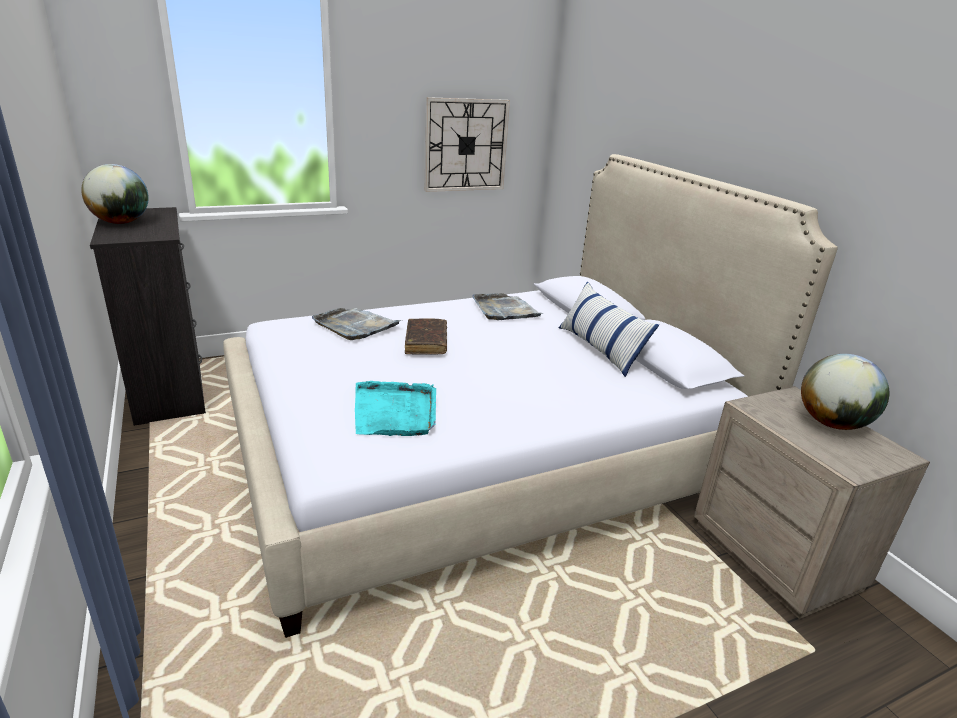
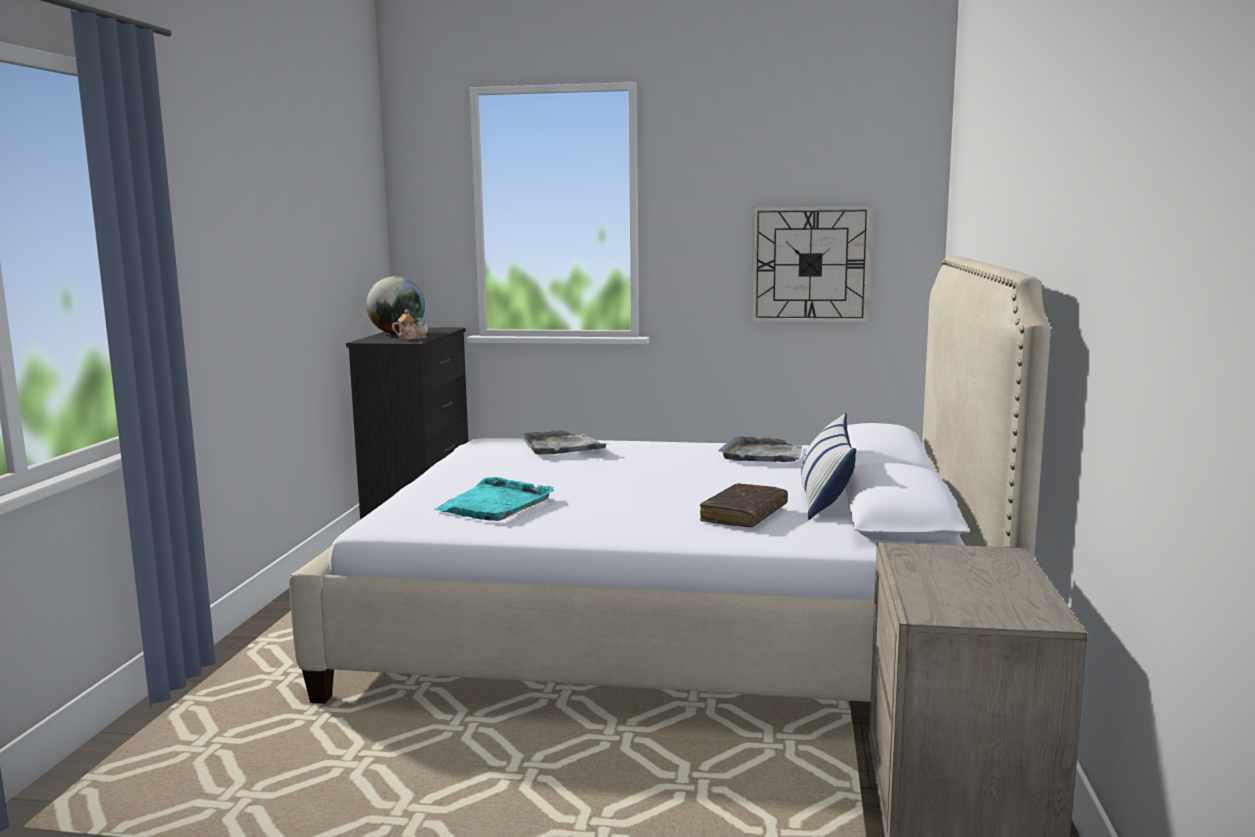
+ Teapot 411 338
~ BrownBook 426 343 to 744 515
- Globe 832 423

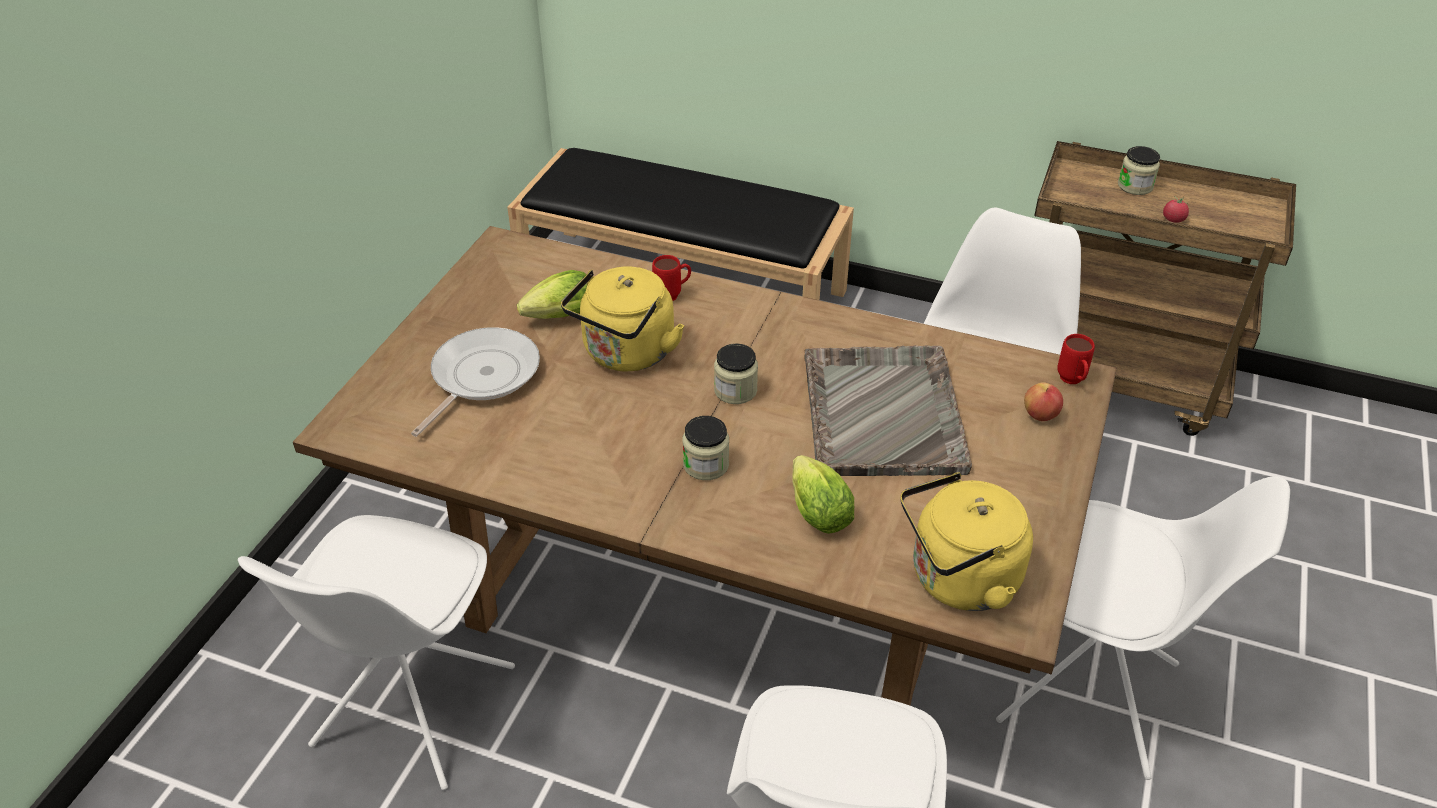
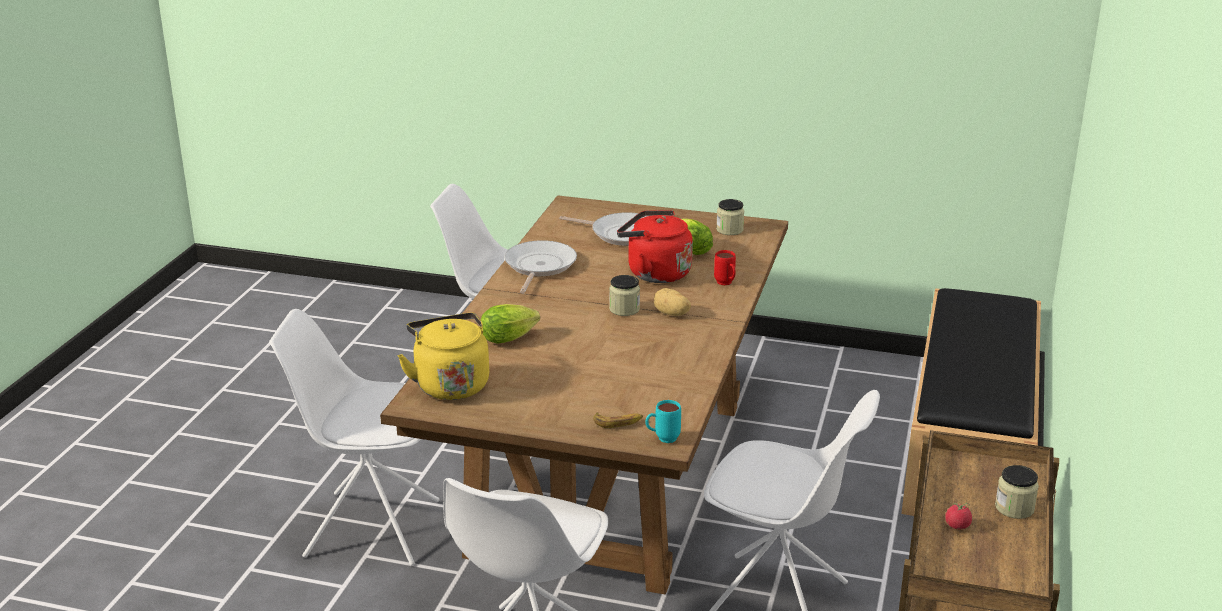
+ FryingPan 539 267
~ Apple 1040 415 to Banana 618 422
~ YellowKettle 626 354 to RedKettle 654 273
~ RedMug 1072 382 to TurquoiseMug 662 439
+ Potato 671 314
~ Jar 706 465 to 729 230
- GreyTray 882 412

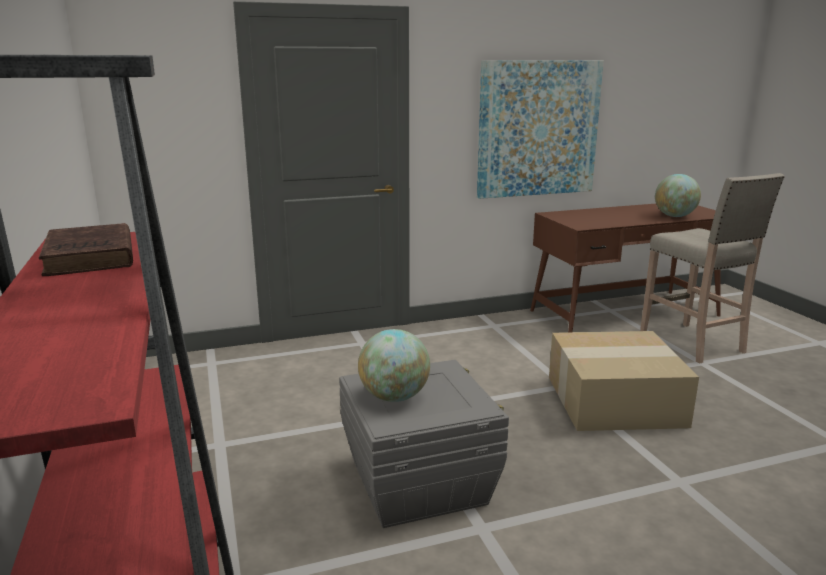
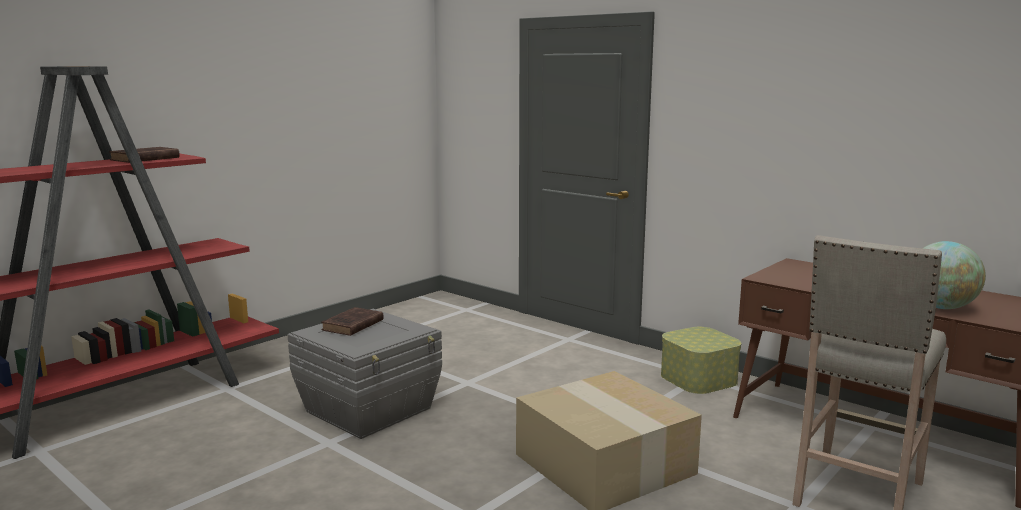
~ Globe 394 397 to BrownBook 352 325
+ StorageBox 698 378
- Picture 538 129

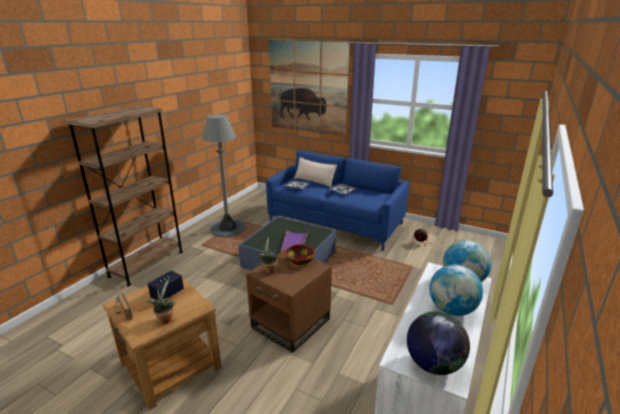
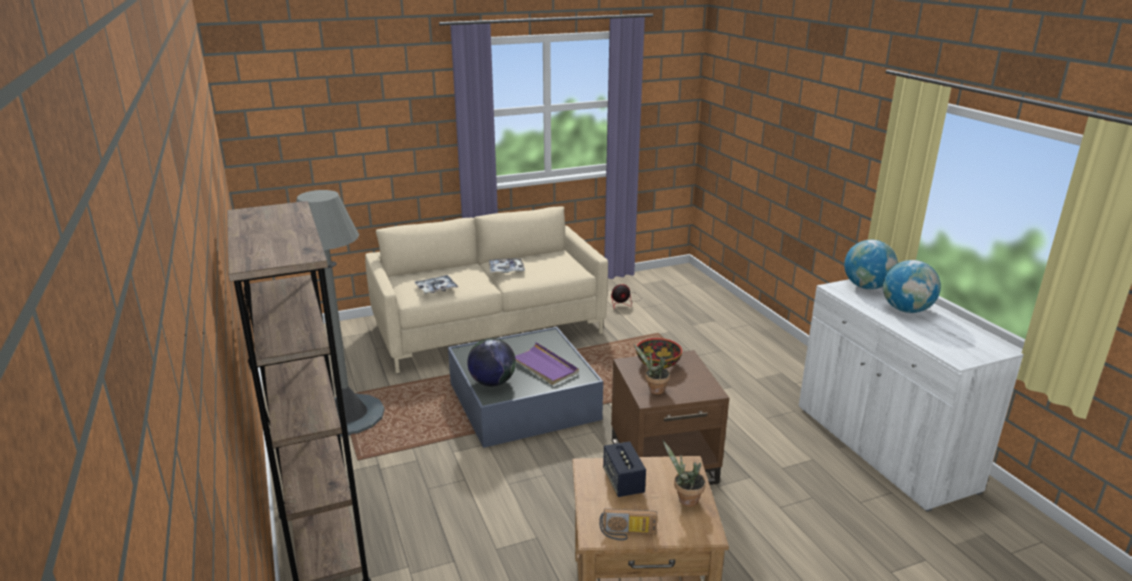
~ BlueSofa 336 223 to BeigeSofa 489 329
~ Globe 433 364 to 492 382
- Picture 307 87
- BeigePillow 314 181

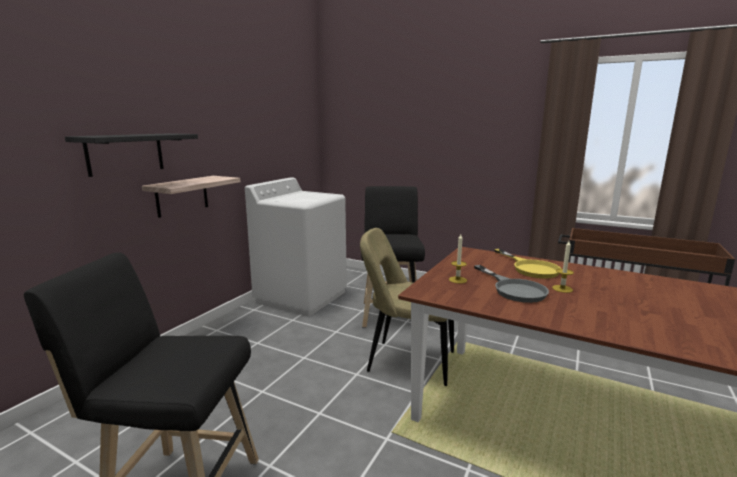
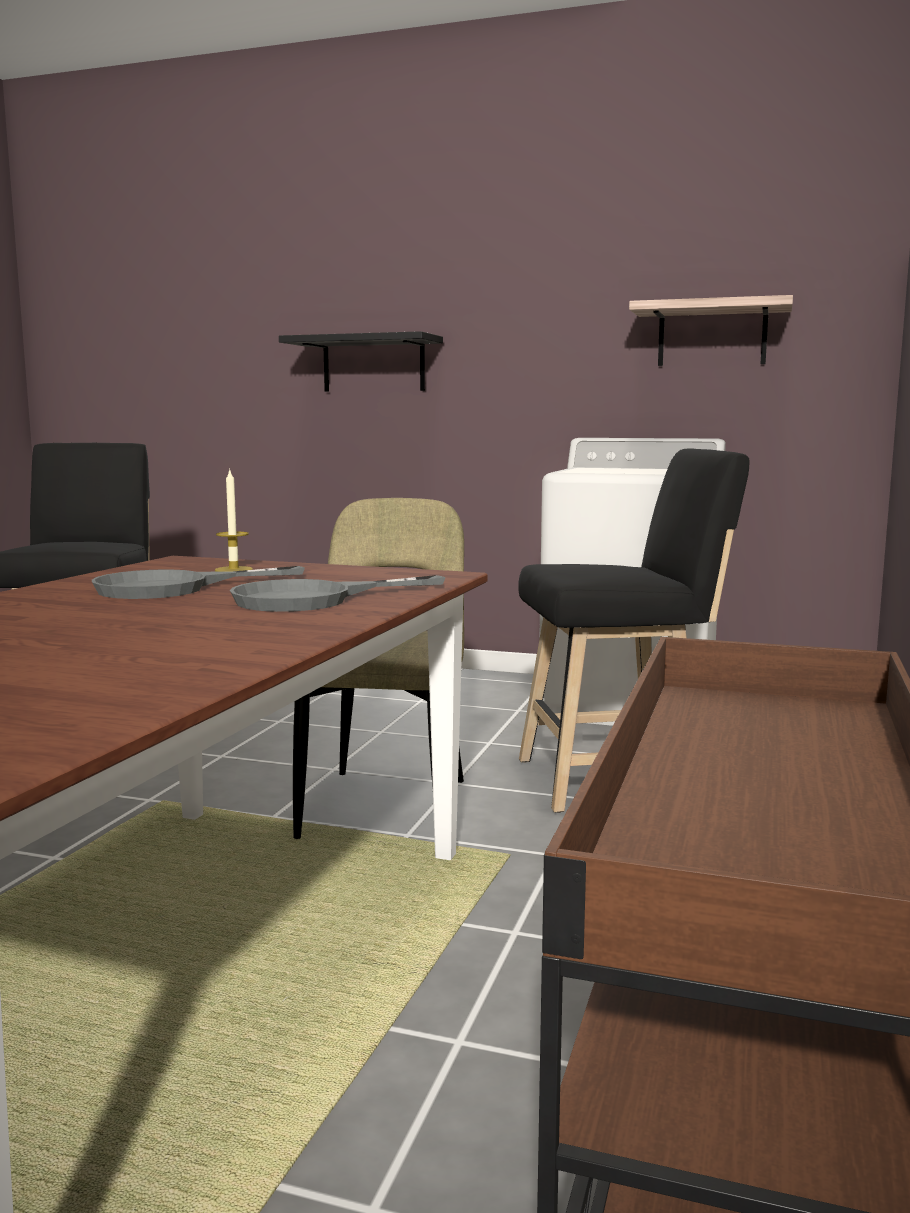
~ YellowFryingPan 530 268 to GreyFryingPan 313 599
~ Shelf 182 196 to 712 335
- Candle 562 289

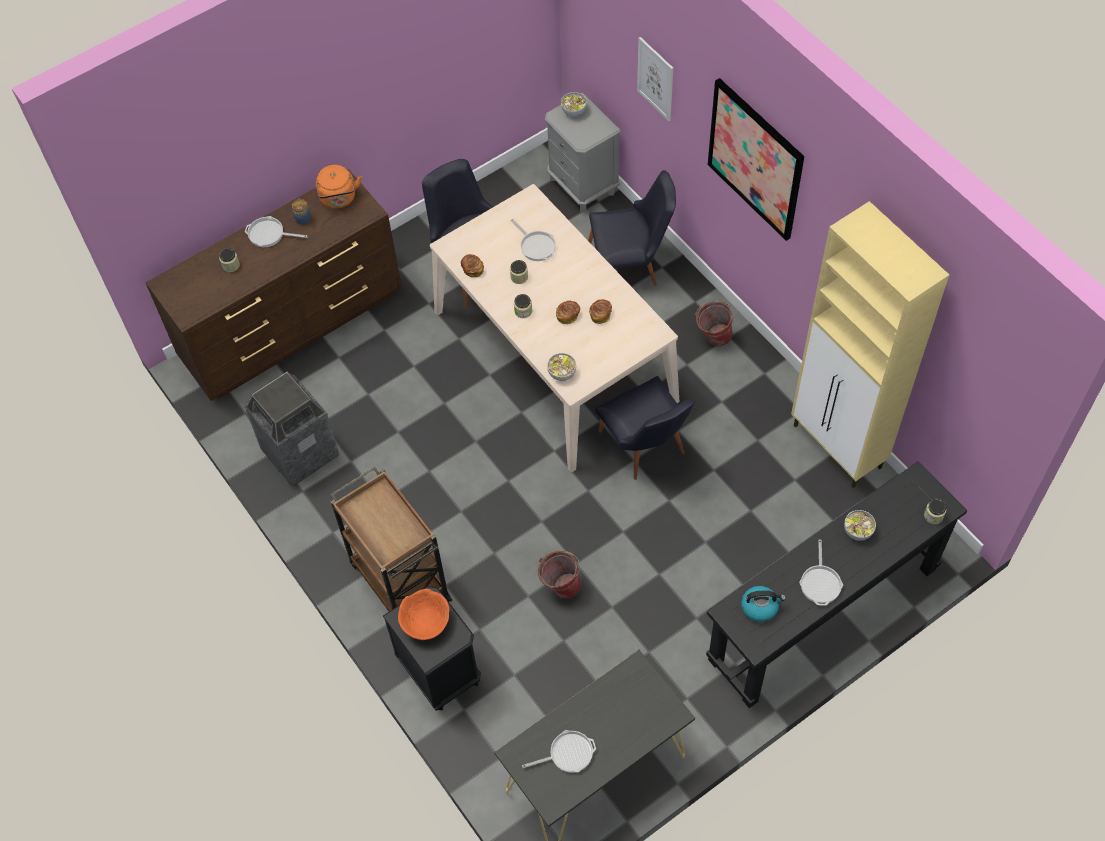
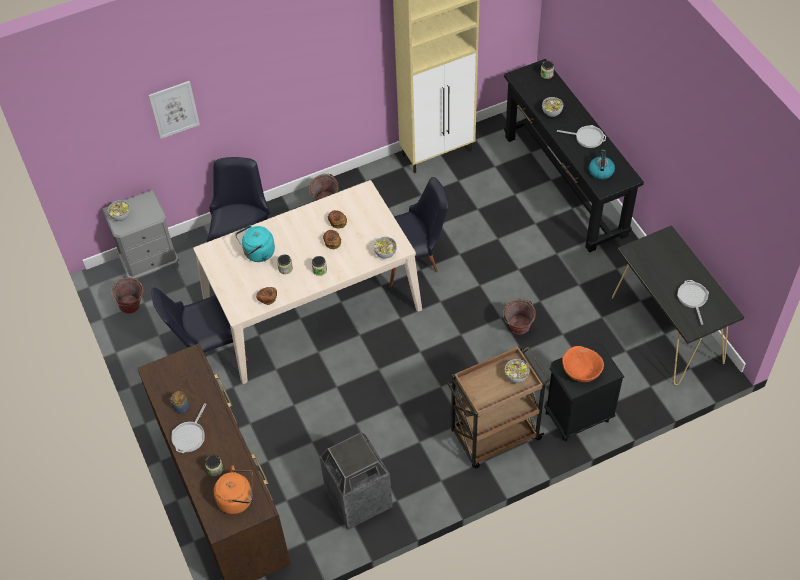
+ Bucket 133 309
~ OrangeKettle 339 199 to 238 499
~ FryingPan 536 245 to TurquoiseKettle 257 253
+ Bowl 516 376
- Picture 755 159

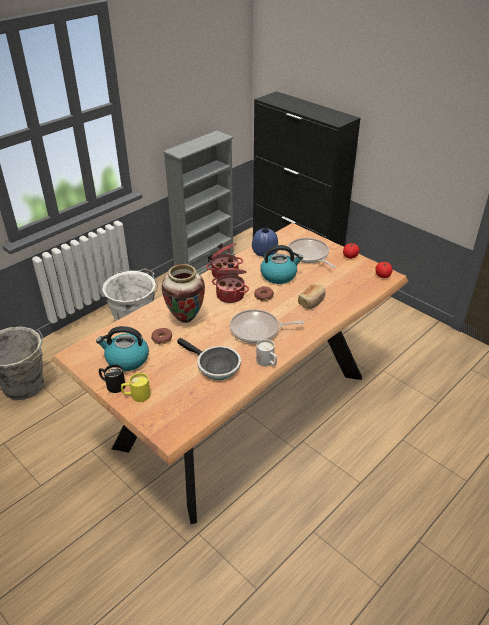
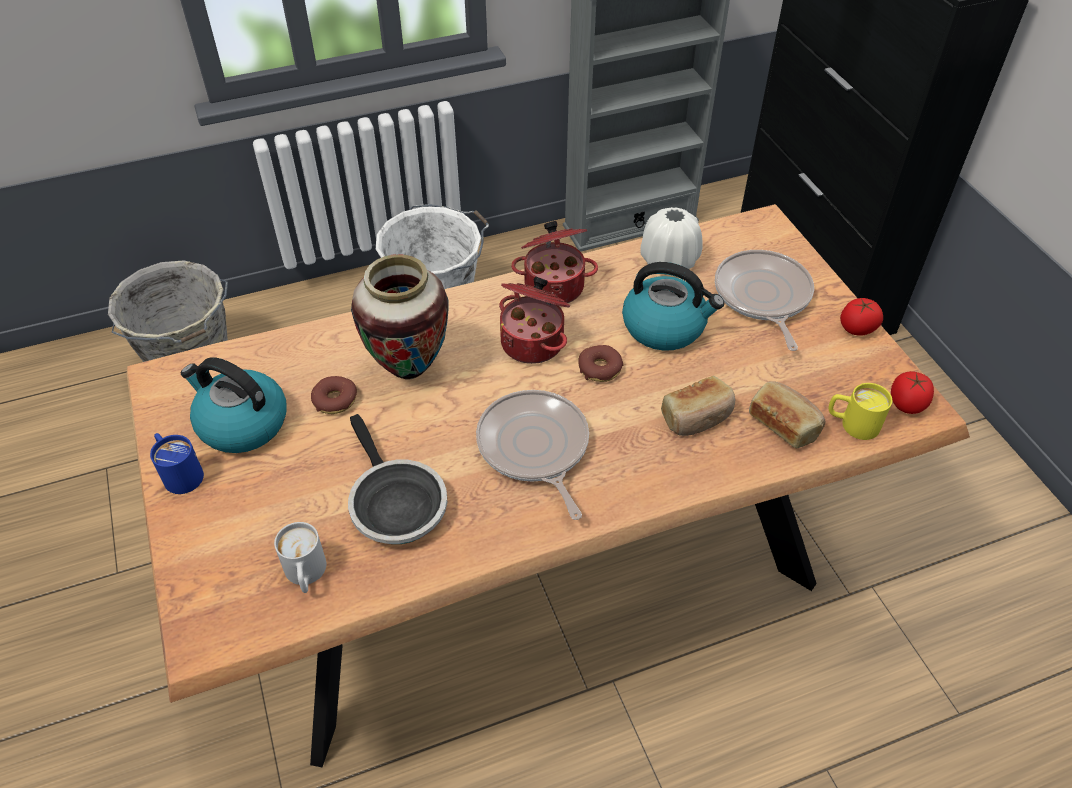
~ BlackMug 112 385 to BlueMug 179 472
~ WhiteMug 267 362 to 306 575
~ FryingPan 257 330 = 534 448 45 degrees clockwise
~ BlueVase 264 252 to WhiteVase 668 261
+ Bread 784 423
~ YellowMug 136 395 to 851 424

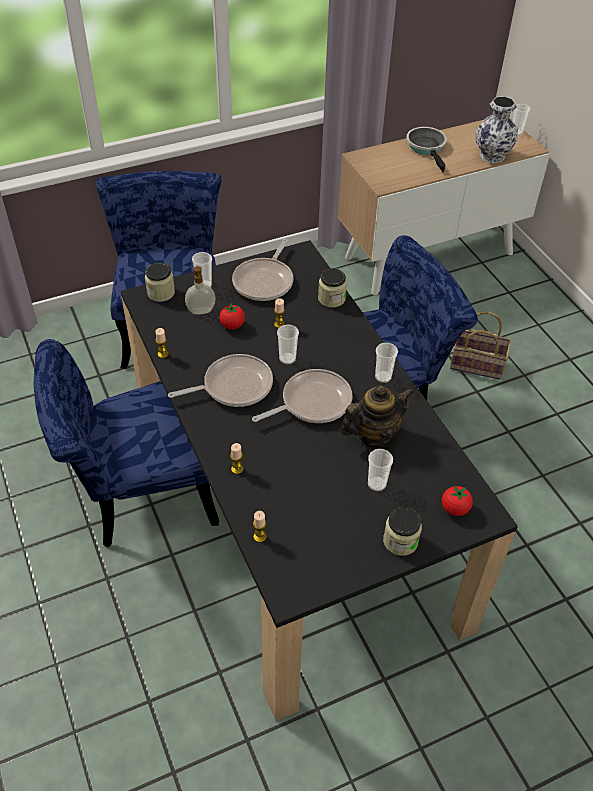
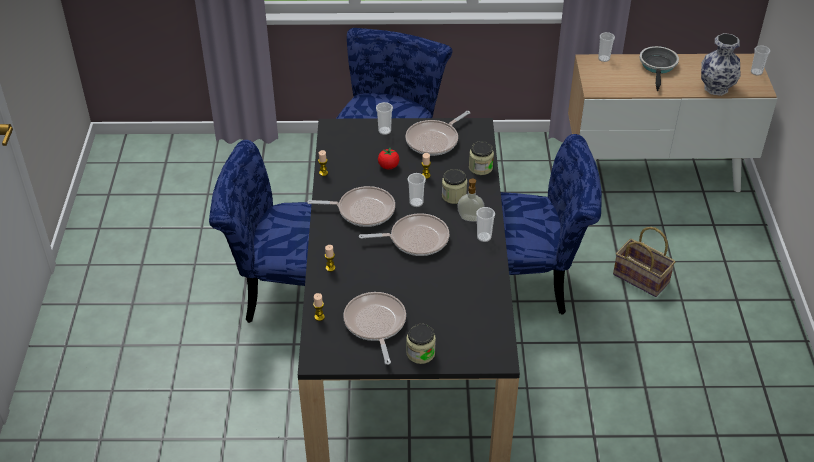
+ FryingPan 375 324
~ Jar 161 293 to 454 196
~ SoapDispenser 201 311 to 470 219
~ Cup 376 484 to 604 58
- Teapot 373 434
- Tomato 455 508

